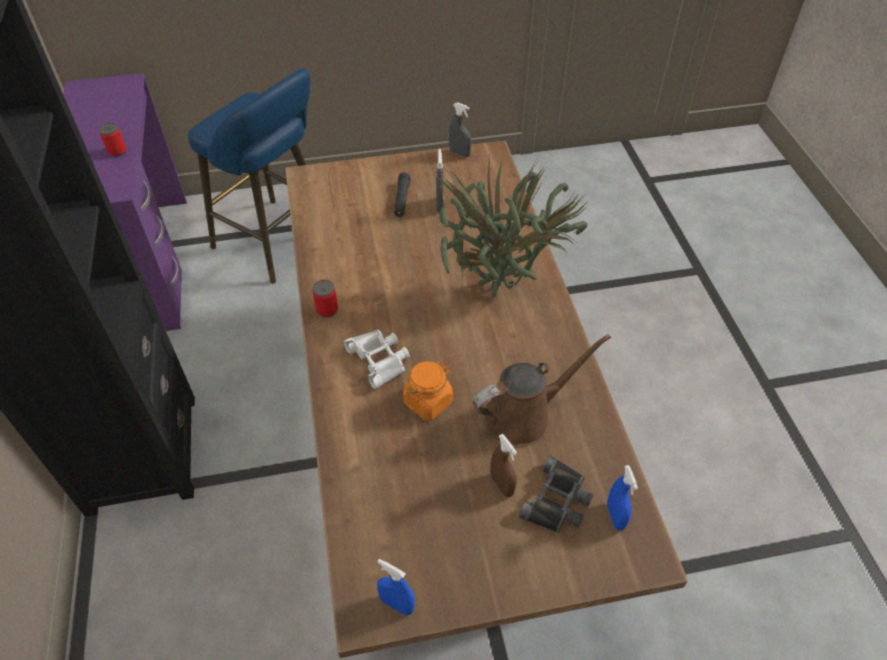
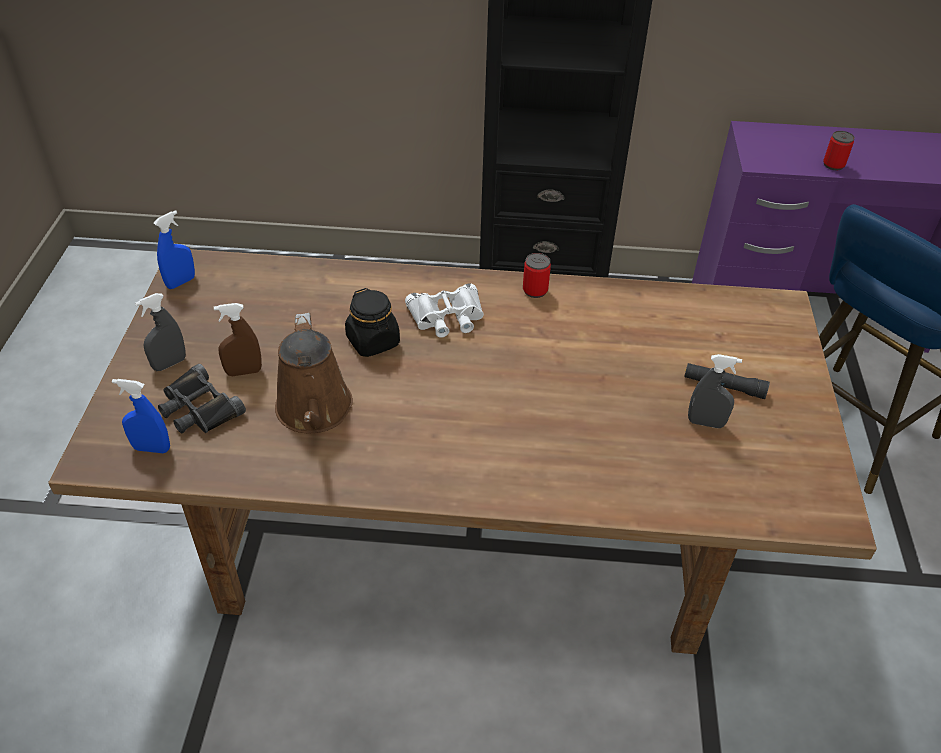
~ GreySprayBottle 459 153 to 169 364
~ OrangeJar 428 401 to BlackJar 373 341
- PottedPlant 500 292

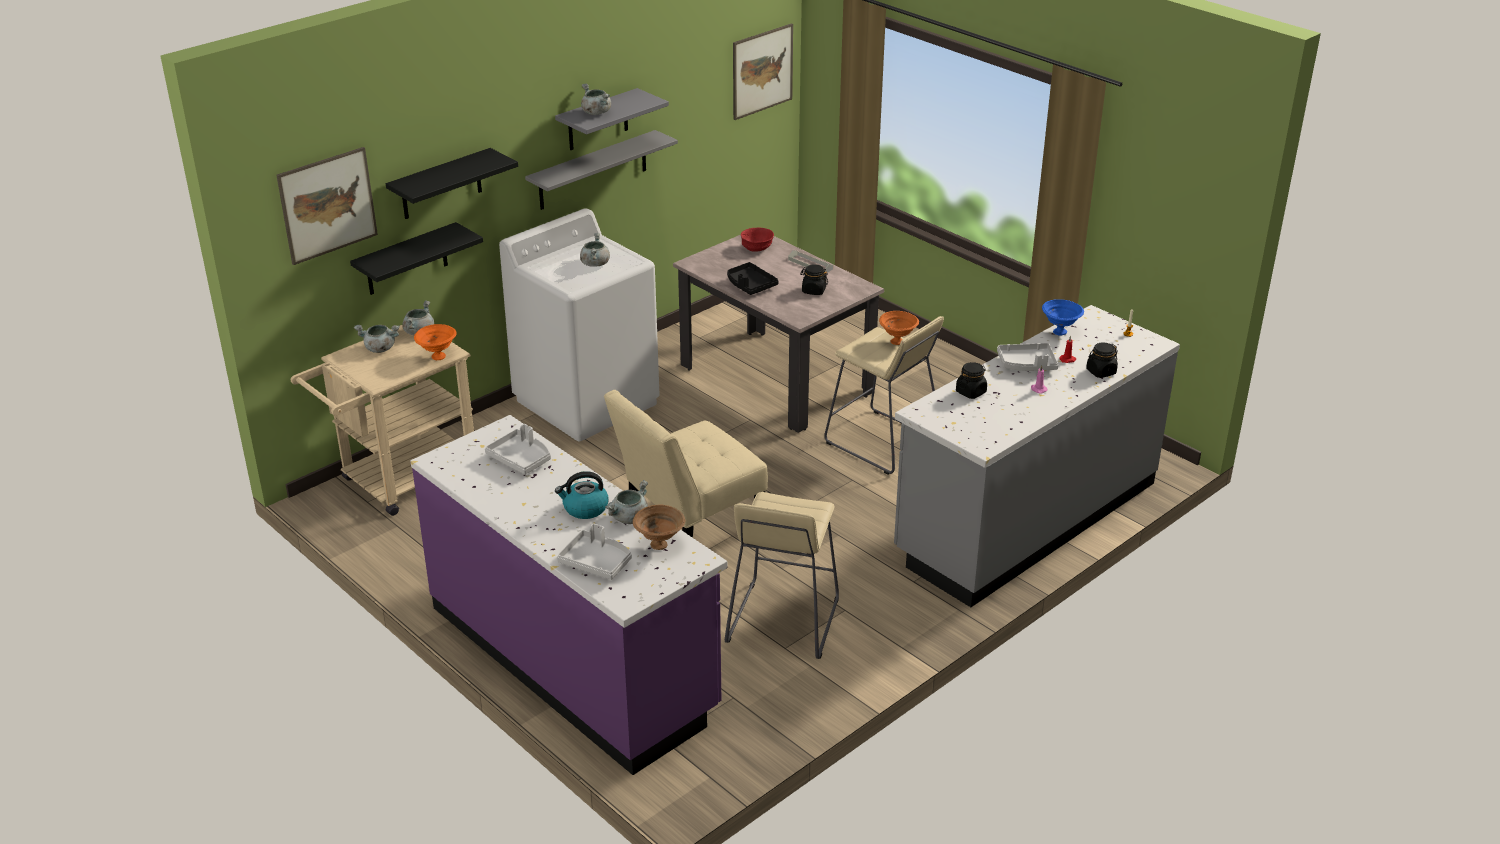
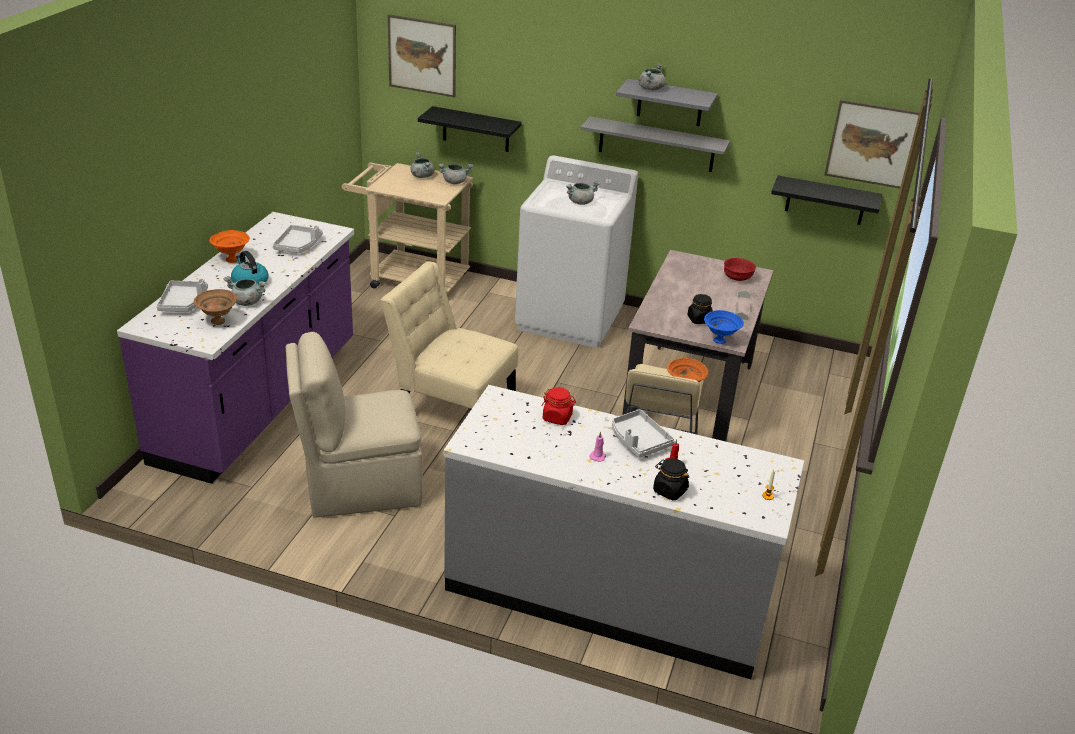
~ OrangeBowl 438 357 to 231 259
~ BeigeStool 783 621 to BeigeChair 359 486
~ BlackJar 971 392 to RedJar 557 418
~ BlueBowl 1059 331 to 720 340
~ BlackShelf 441 185 to 825 201
- BlackTray 750 285

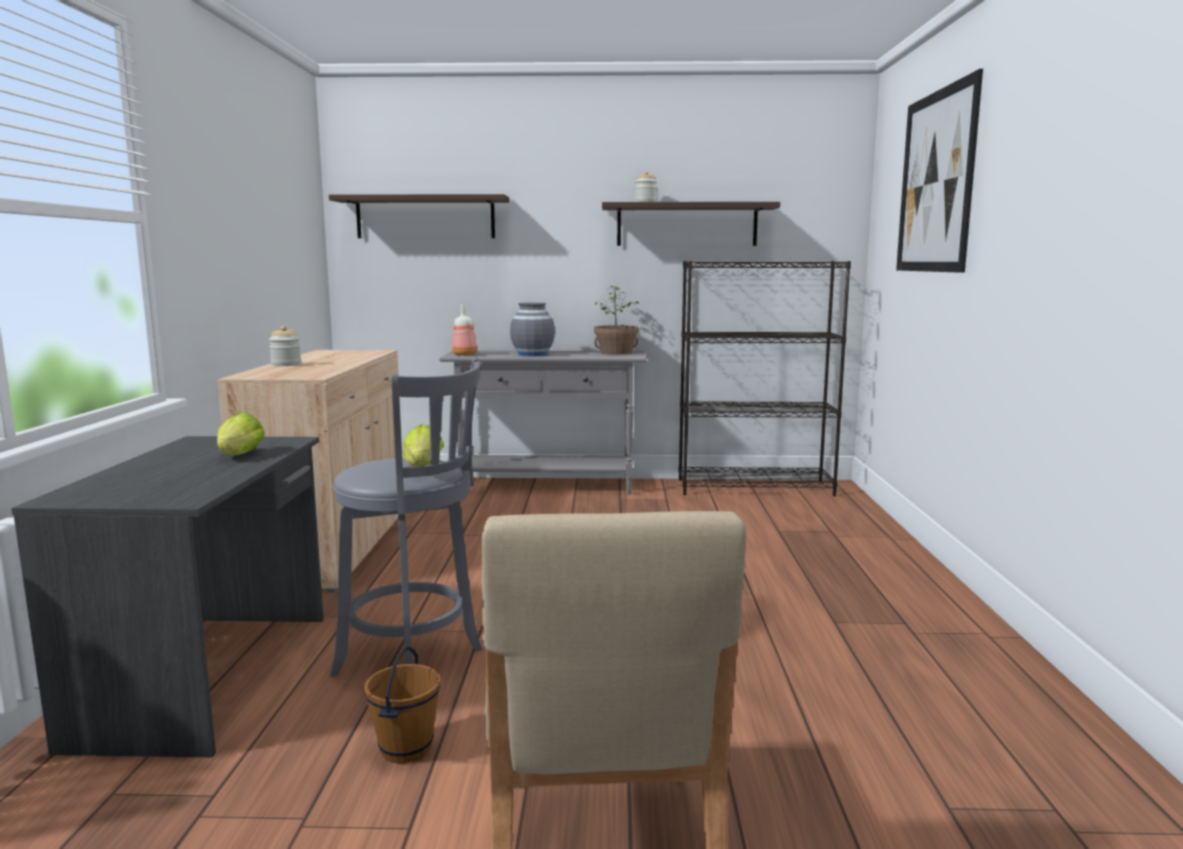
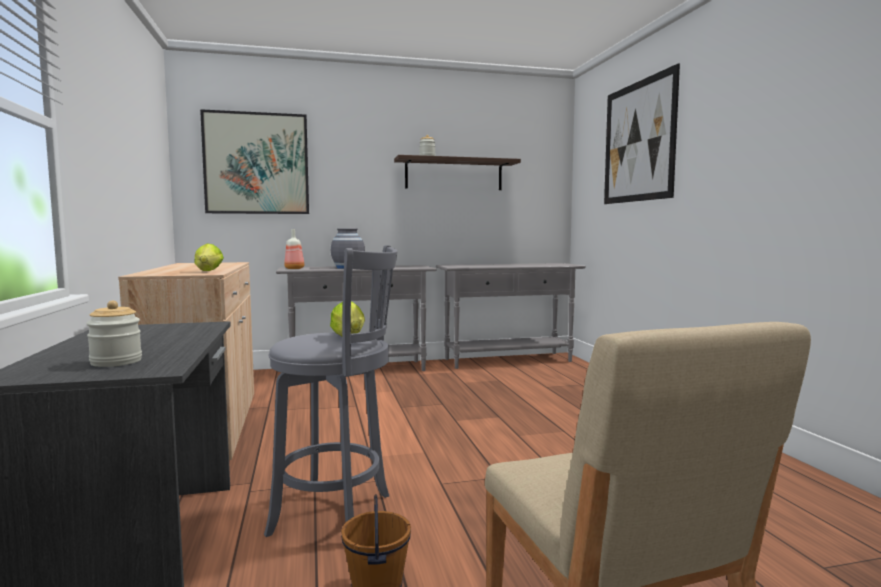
~ Jar 286 364 to 116 362
~ Lettuce 238 456 to 208 271
~ Shelf 425 217 to Picture 256 164
~ BlackBookcase 755 487 to GreyConsoleTable 508 360
- PottedPlant 616 352

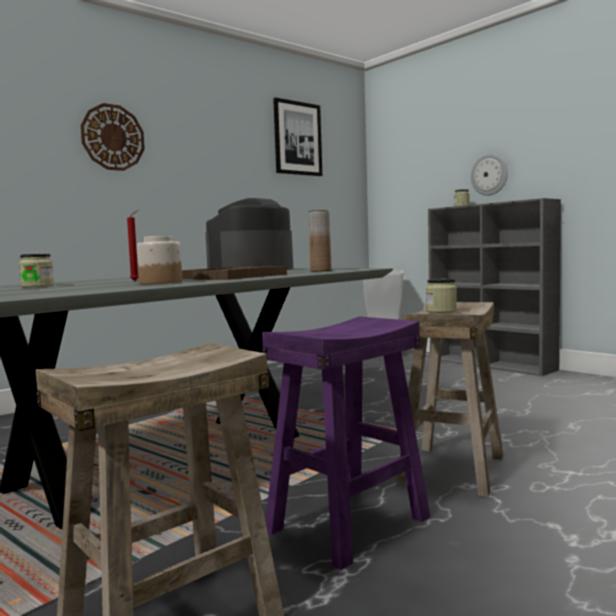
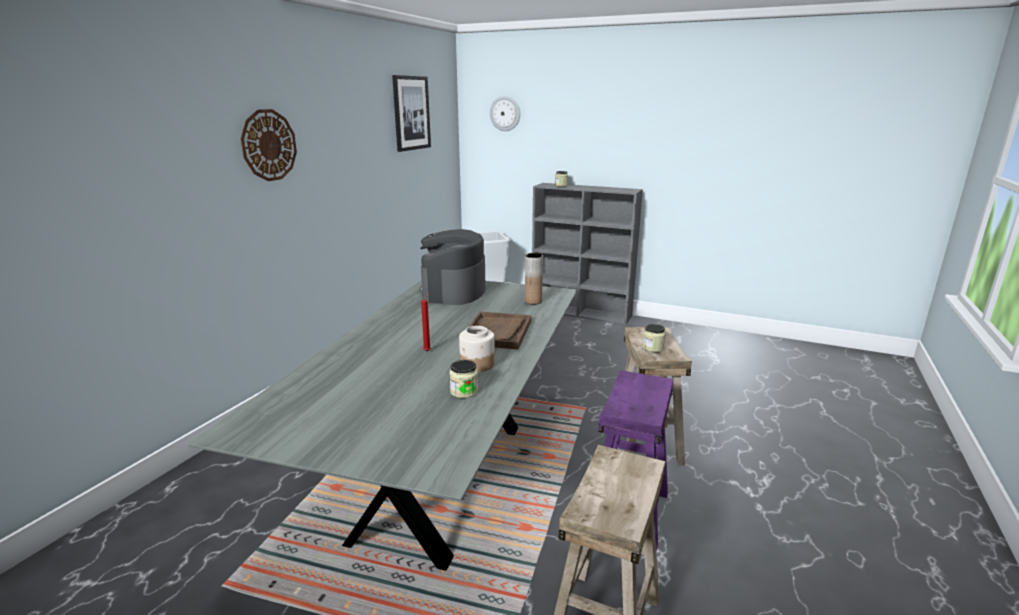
~ Jar 38 286 to 464 391
~ WallClock 489 174 to 505 113

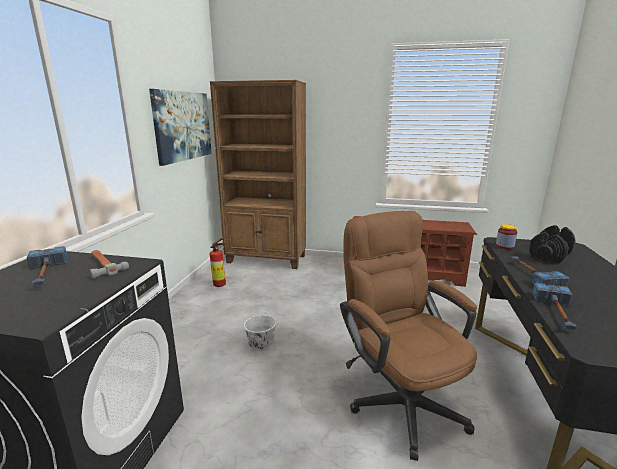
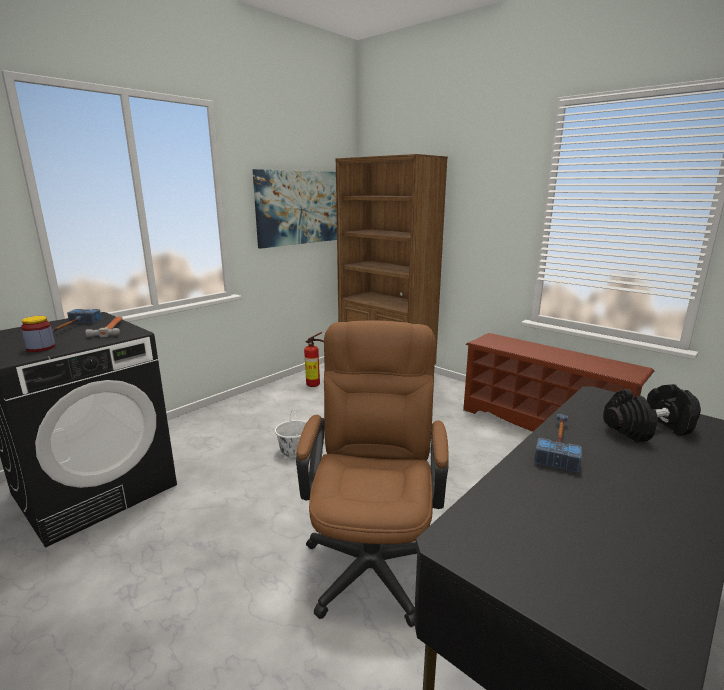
~ Jar 504 246 to 41 348
- Hammer 557 313

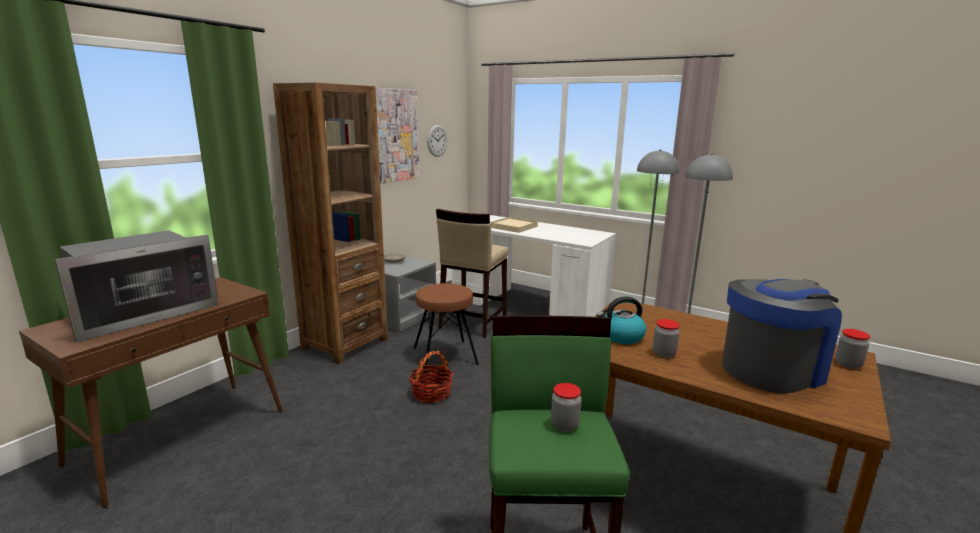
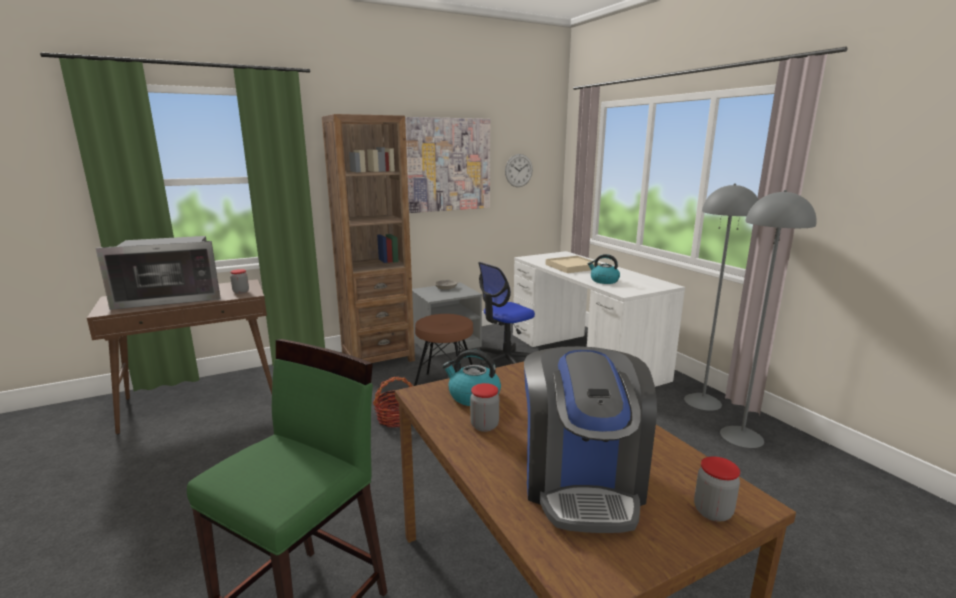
~ Jar 564 425 to 241 292
~ BeigeStool 472 323 to OfficeChair 505 362
~ CoffeeMachine 772 369 = 582 482 90 degrees clockwise
+ Kettle 603 281

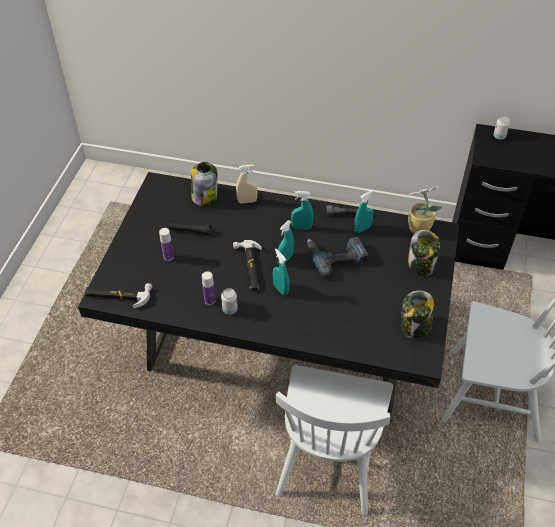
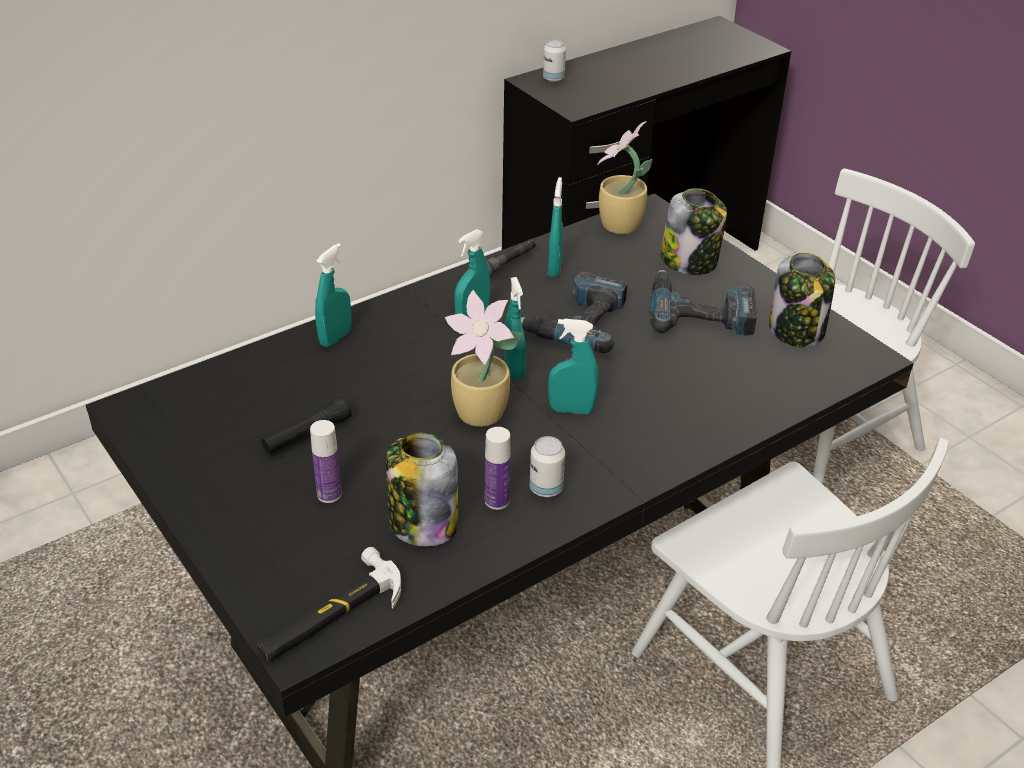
~ BeigeSprayBottle 247 201 to TurquoiseSprayBottle 335 338
~ Jar 204 196 to 422 523
~ Hammer 250 267 to PottedPlant 482 415
+ PowerDrill 700 312

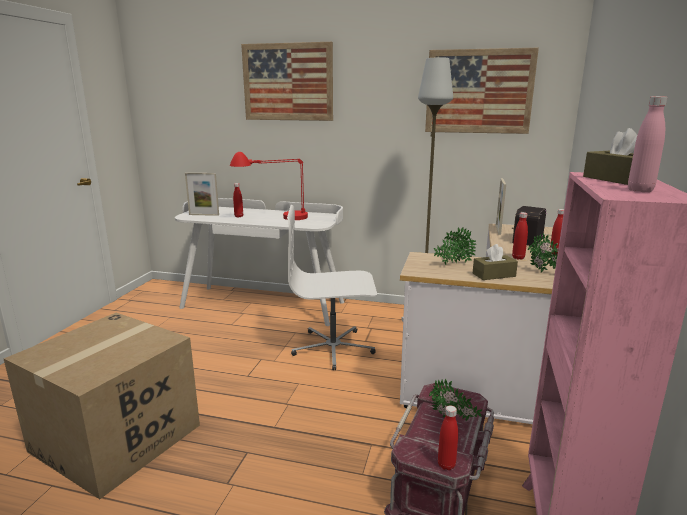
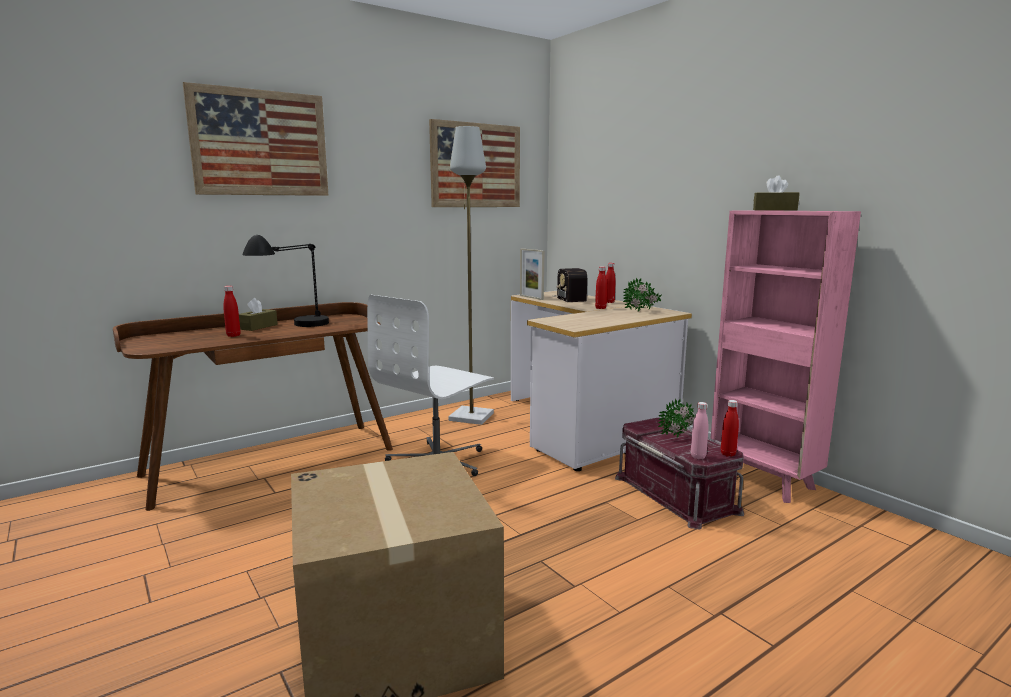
~ WhiteDesk 263 304 to BrownDesk 271 461
~ BrownTissueBox 494 275 to 258 327
~ RedTableLamp 274 219 to BlackTableLamp 294 329
~ PinkBottle 640 190 to 698 457
- PictureFrame 204 215
- PottedPlant 452 264

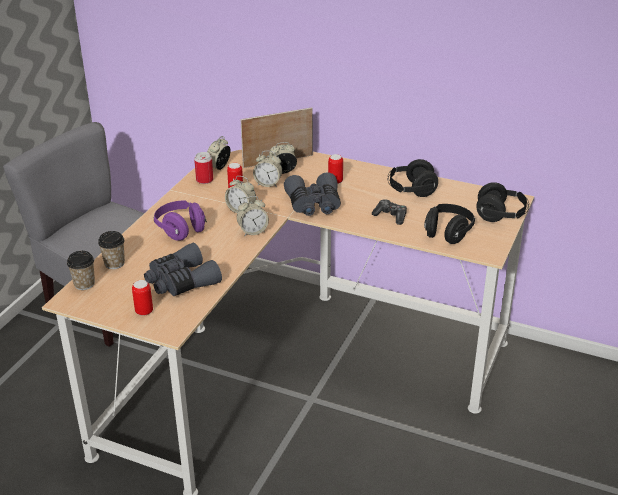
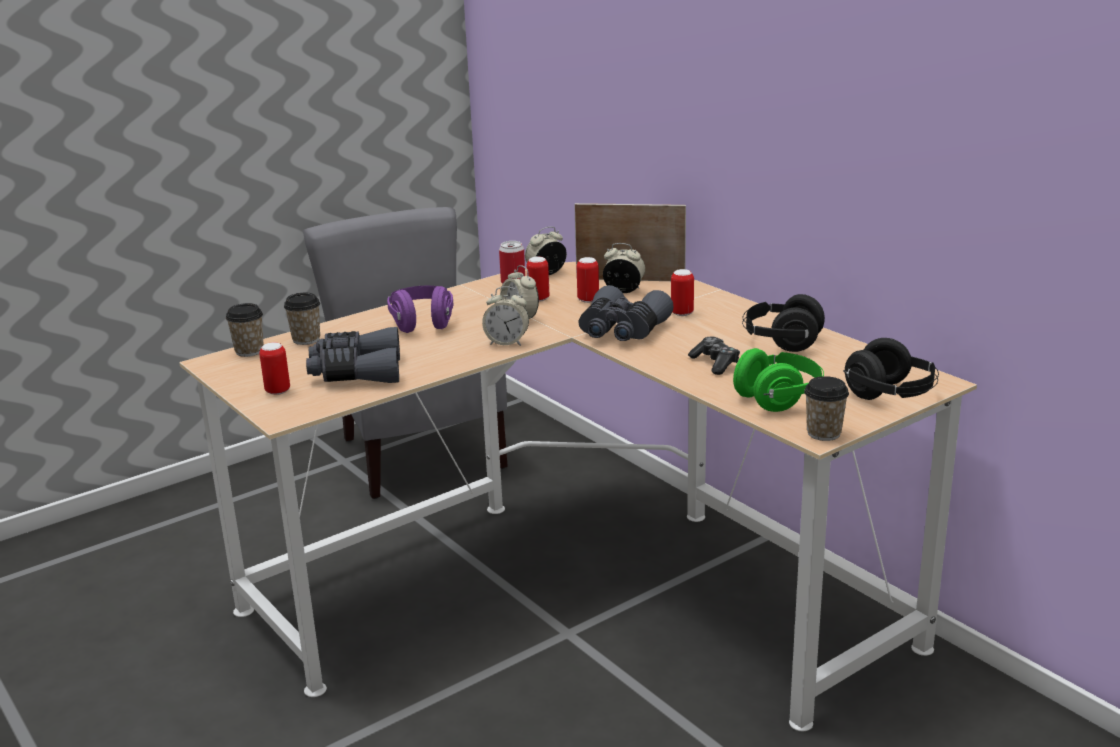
~ AlarmClock 268 184 to Can 588 300
~ BlackHeadphones 447 233 to GreenHeadphones 778 398
+ Cup 823 433

